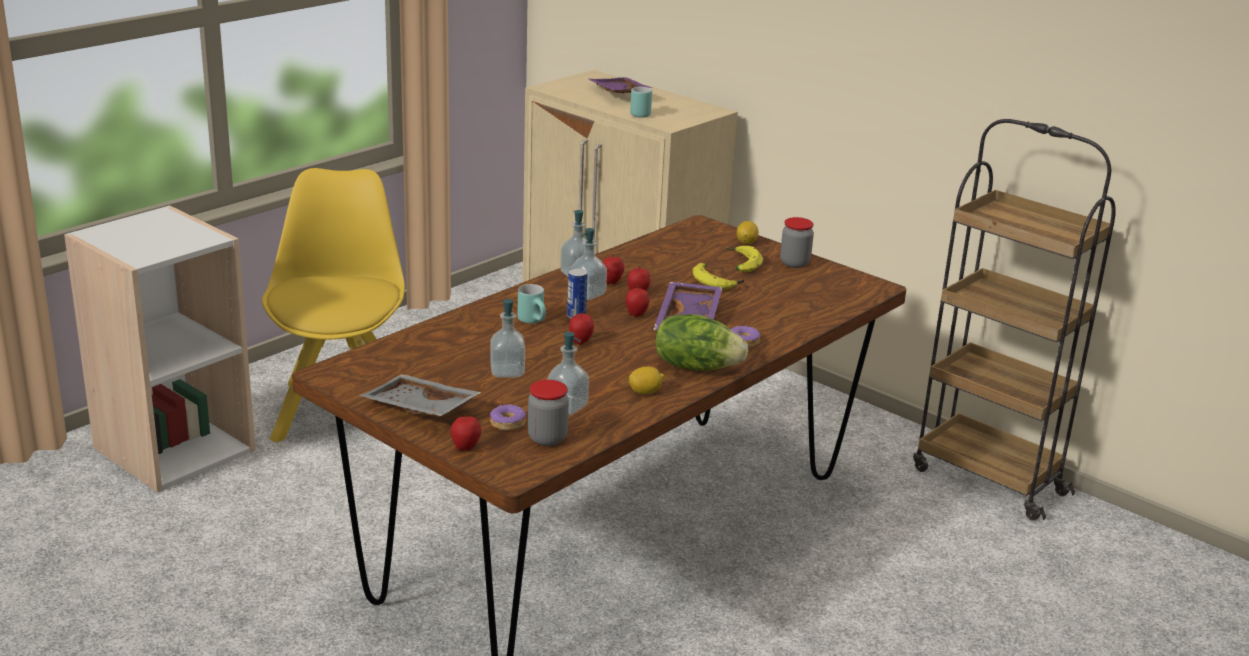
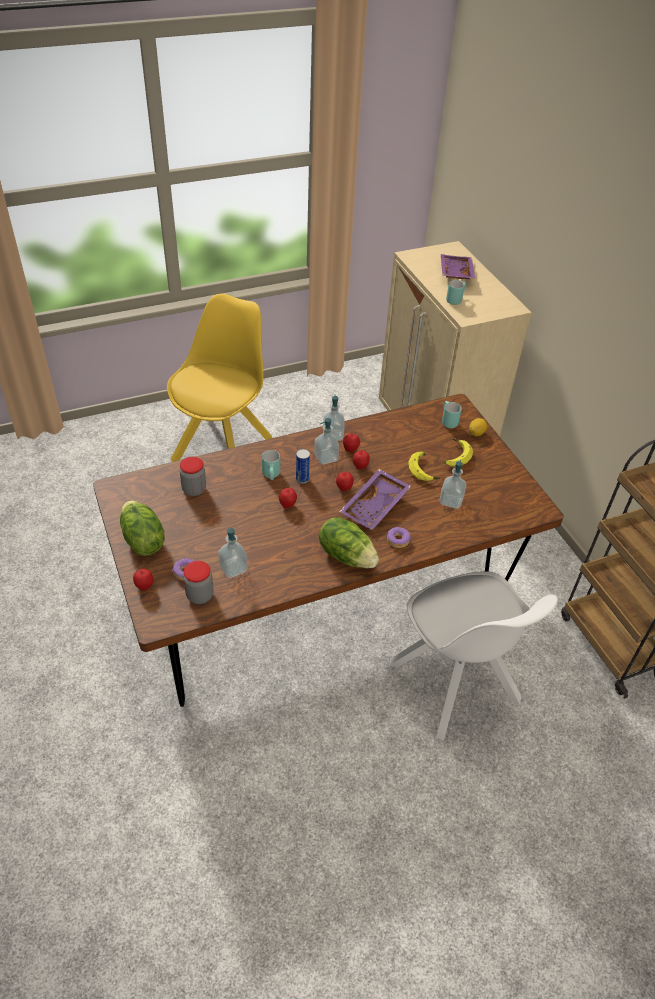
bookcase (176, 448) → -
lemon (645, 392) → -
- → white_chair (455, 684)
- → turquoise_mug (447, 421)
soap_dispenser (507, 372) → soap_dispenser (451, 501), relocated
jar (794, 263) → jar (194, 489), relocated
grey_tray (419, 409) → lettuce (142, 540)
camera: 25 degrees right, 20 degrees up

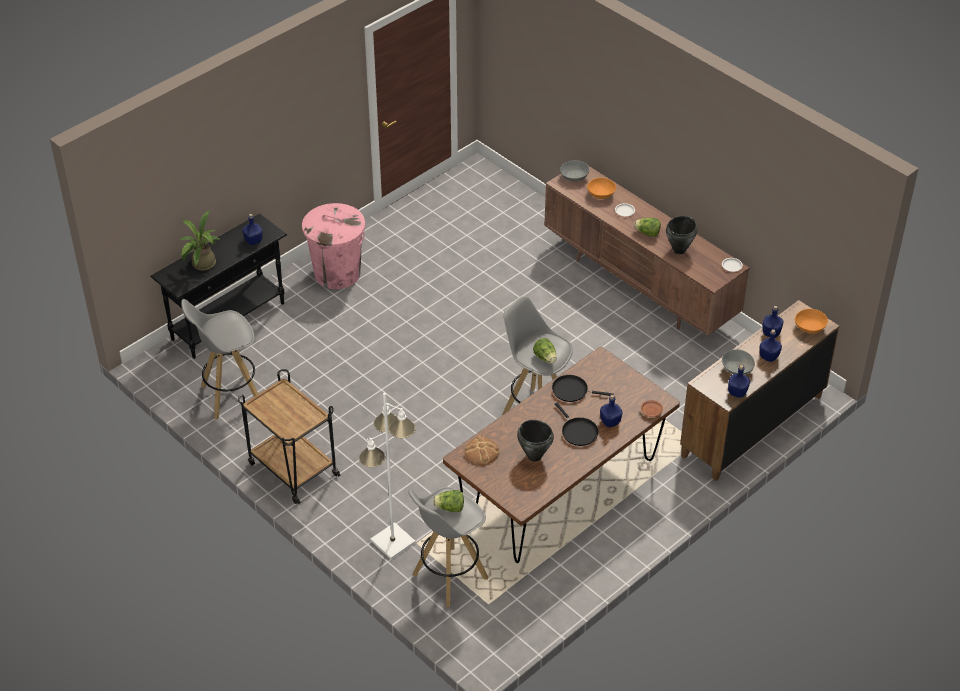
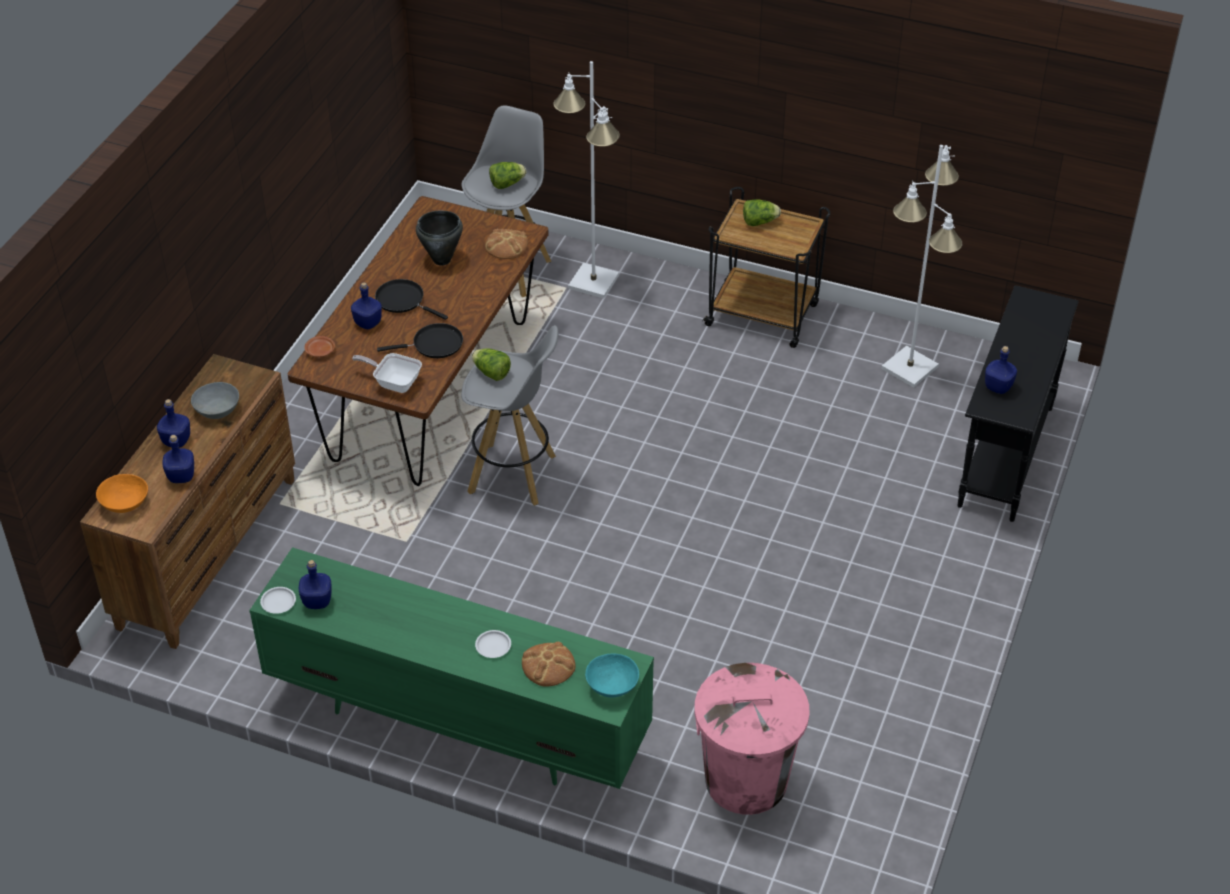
potted_plant (201, 265) → -
black_cooking_pot (679, 250) → -
- → frying_pan (394, 382)
pink_trash_can (337, 273) → pink_trash_can (746, 780), relocated
lettuce (647, 233) → lettuce (759, 222), relocated
blue_bottle (737, 392) → blue_bottle (318, 601), relocated
grey_stool (230, 395) → white_floor_lamp (910, 368)
orange_bowl (601, 194) → bread (548, 665)
brown_cabinet (640, 286) → green_cabinet (455, 725)
grey_bowl (574, 177) → turquoise_bowl (612, 686)
camera: 155 degrees right, 0 degrees up

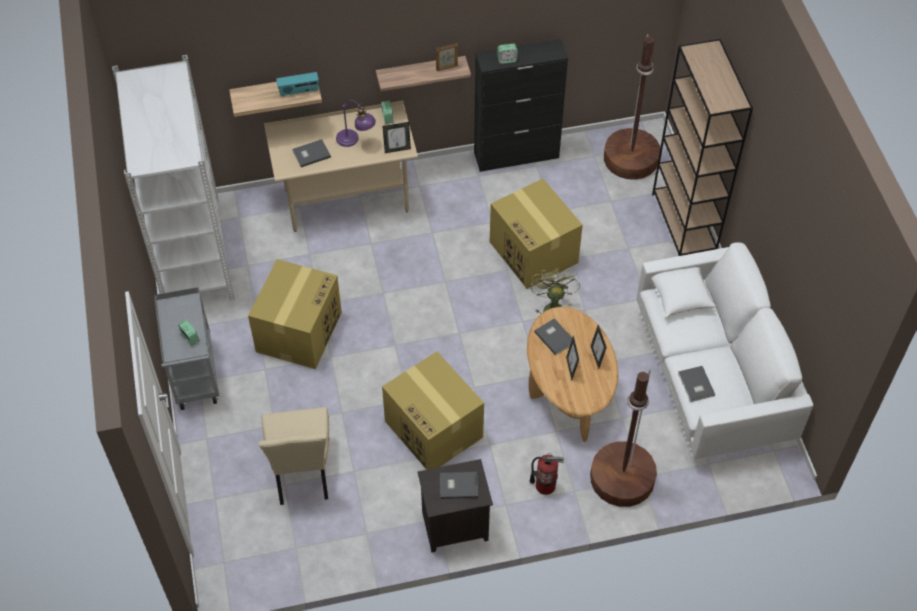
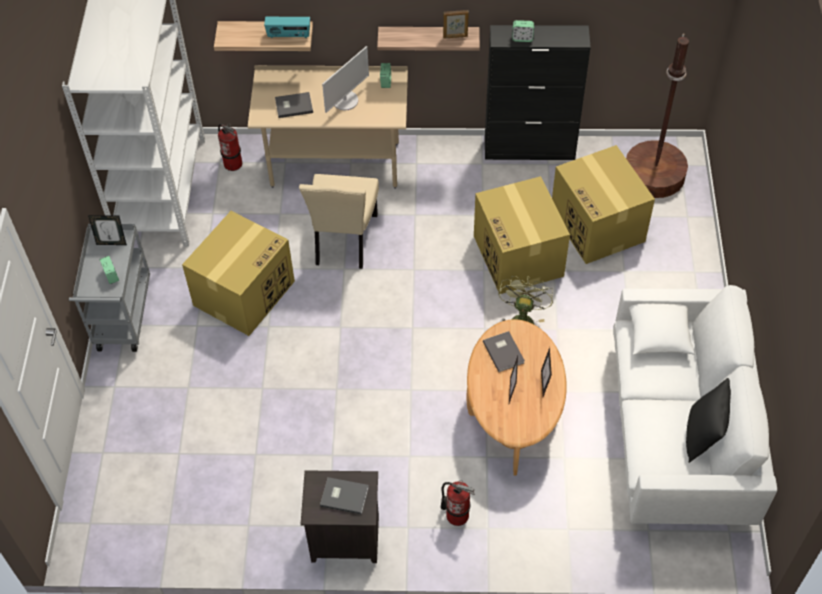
brown_floor_lamp (622, 478) → -
beige_bookcase (684, 224) → -
grey_book (695, 385) → -
- → fire_extinguisher (233, 163)
- → black_pillow (702, 435)
beige_chair (301, 468) → beige_chair (344, 237), relocated
picture_frame (397, 149) → picture_frame (111, 243), relocated
cardboard_box (434, 430) → cardboard_box (598, 226), relocated
purple_table_lamp (356, 141) → monitor (345, 100)
camera: 15 degrees right, 0 degrees up

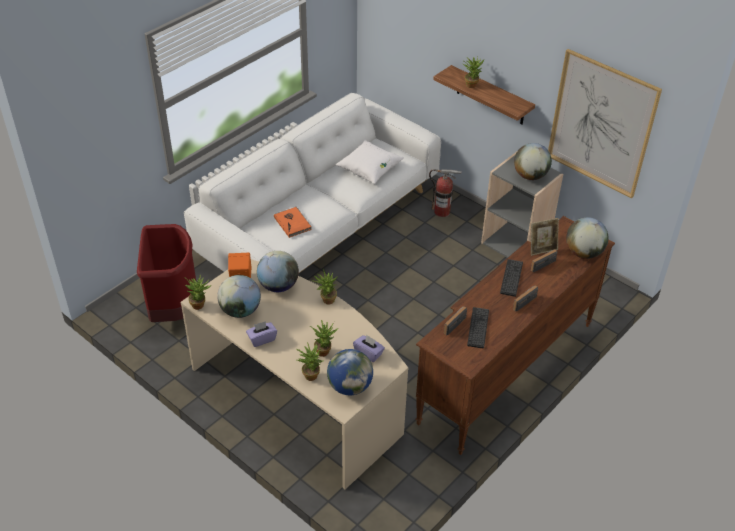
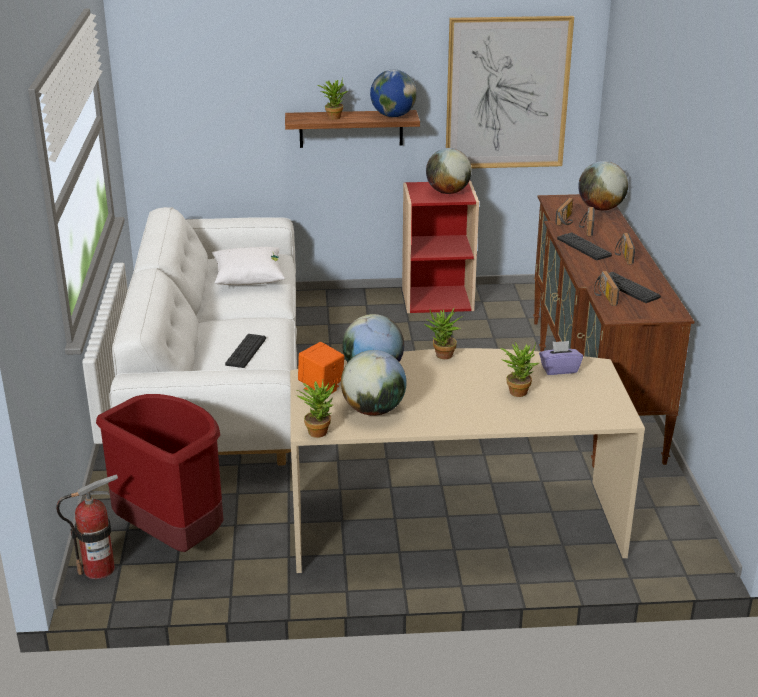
purple_tissue_box (262, 339) → -
potted_plant (310, 374) → -
globe (350, 386) → globe (393, 116), relocated
fire_extinguisher (442, 211) → fire_extinguisher (99, 569), relocated
orange_book (293, 223) → keyboard (246, 351)
picture_frame (542, 249) → radio (567, 220)
grey_bookcase (516, 244) → red_bookcase (438, 299)
camera: 45 degrees left, 15 degrees down

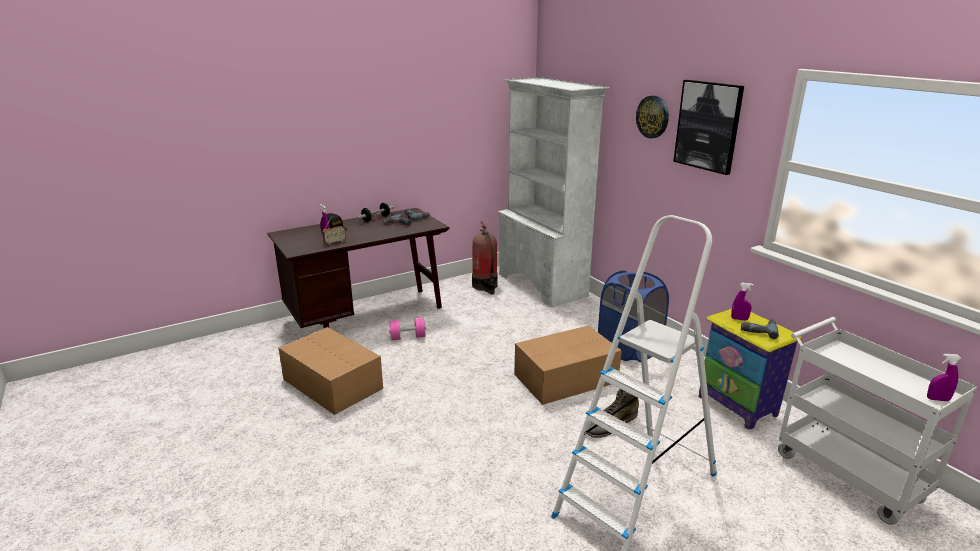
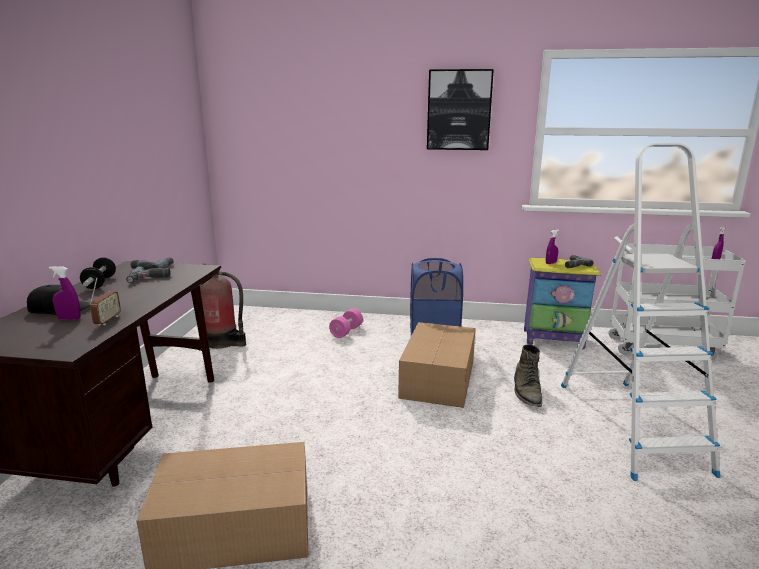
white_bookcase (542, 284) → -
wall_clock (652, 117) → -
pink_dumbbell (408, 337) → pink_dumbbell (346, 331), relocated
camera: 50 degrees left, 5 degrees down

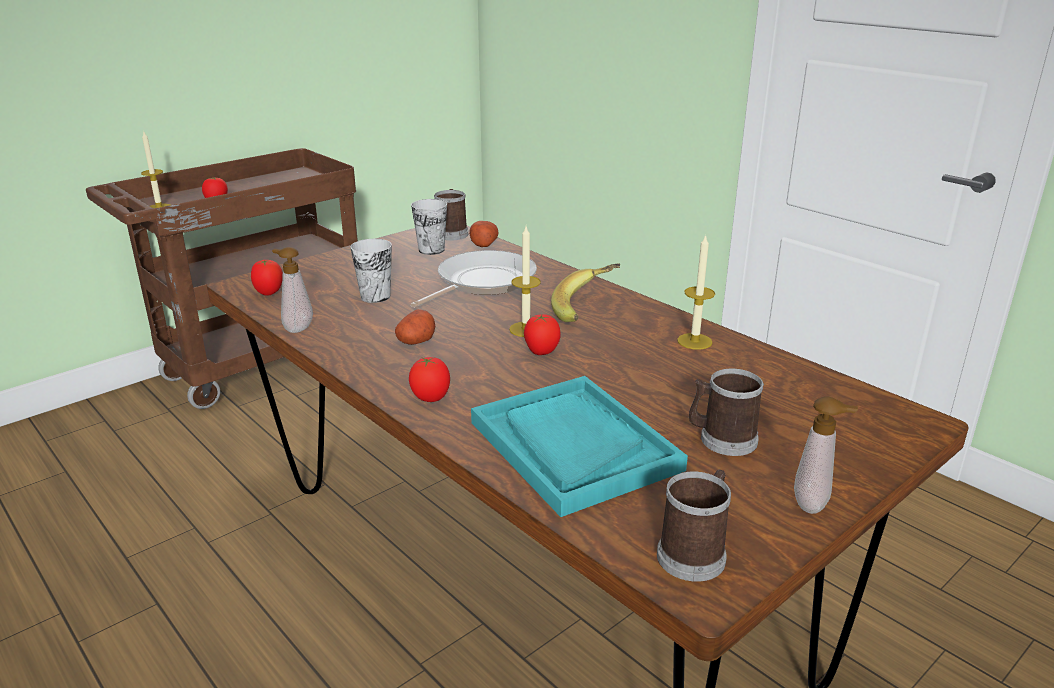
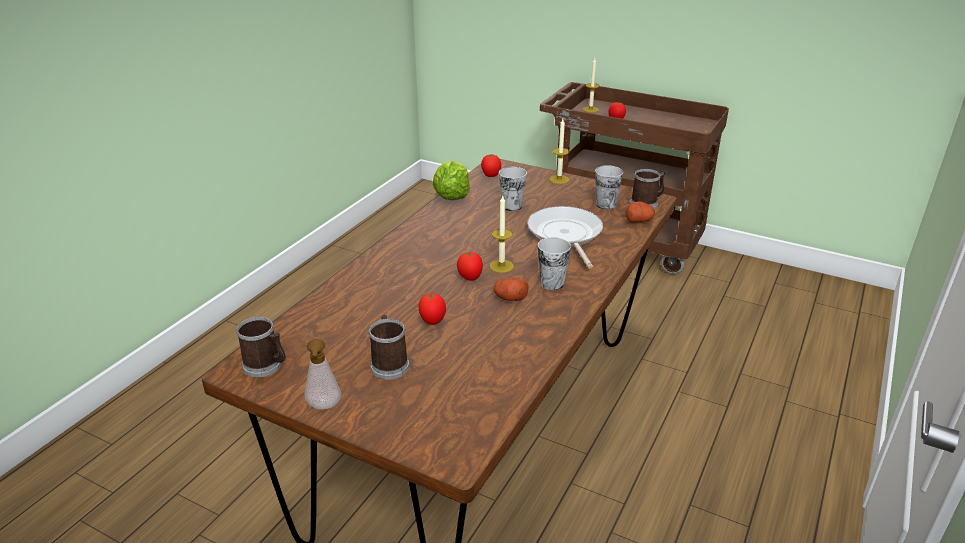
turquoise_tray (573, 445) → -
potato (416, 341) → potato (510, 298), relocated
tomato (430, 399) → tomato (432, 321), relocated
candle (694, 341) → candle (559, 179), relocated
soap_dispenser (296, 328) → lettuce (451, 196)
banana (587, 309) → cup (552, 283)
frying_pan (482, 282) → frying_pan (565, 235), 120 degrees counterclockwise
camera: 70 degrees right, 5 degrees up

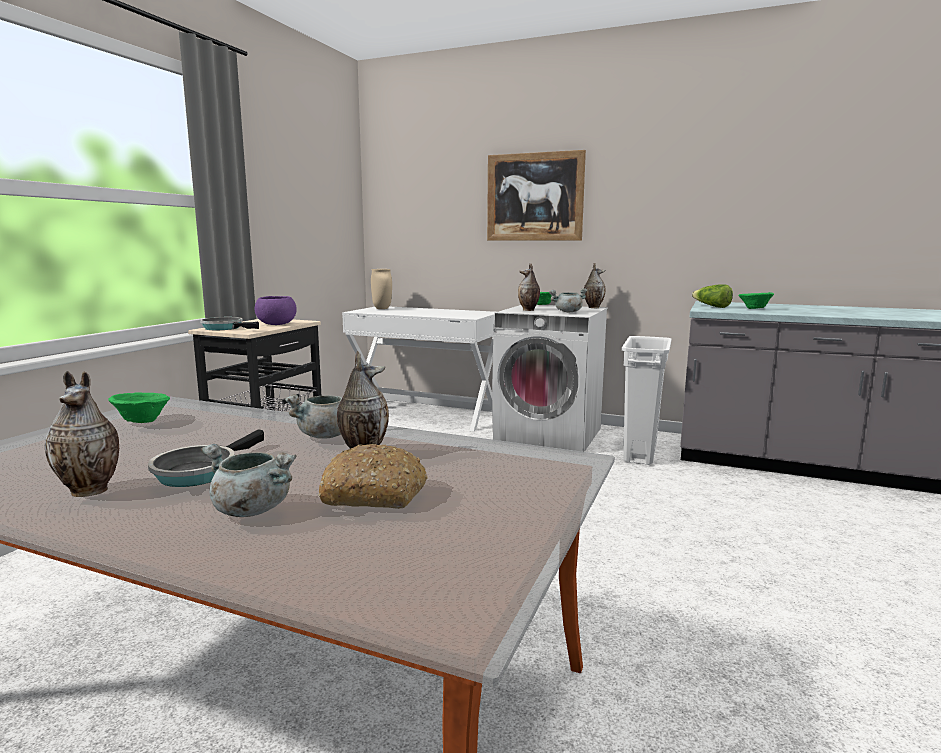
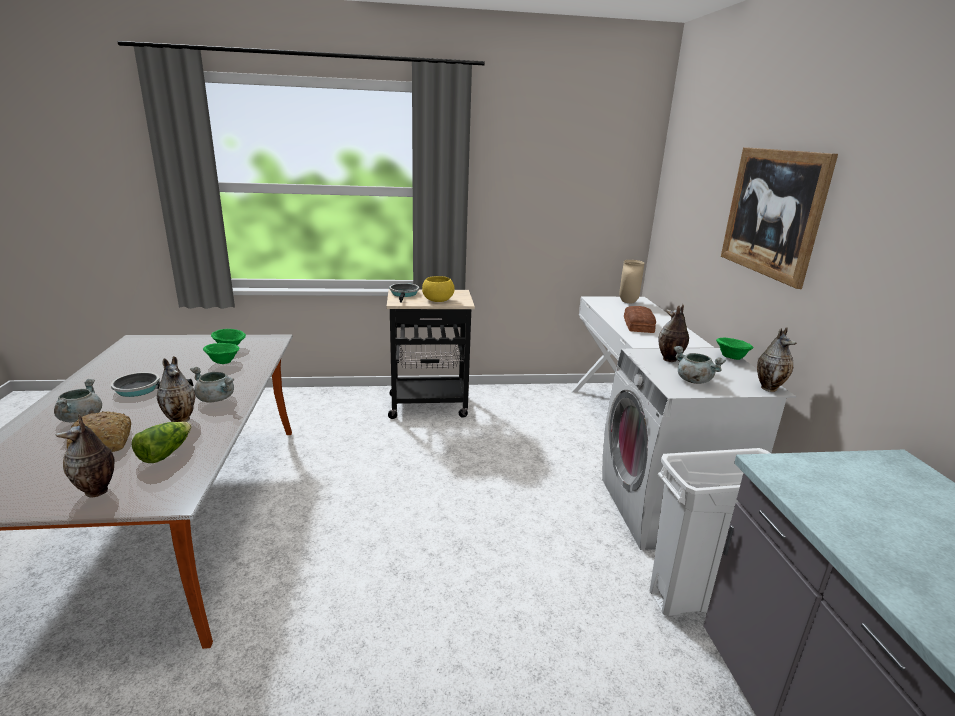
- → bread (639, 325)
vase (92, 490) → vase (97, 491), relocated
lettuce (712, 306) → lettuce (165, 453), relocated
green_bowl (754, 309) → green_bowl (222, 362), relocated
purple_bowl (276, 324) → yellow_bowl (438, 300)
camera: 60 degrees right, 10 degrees up

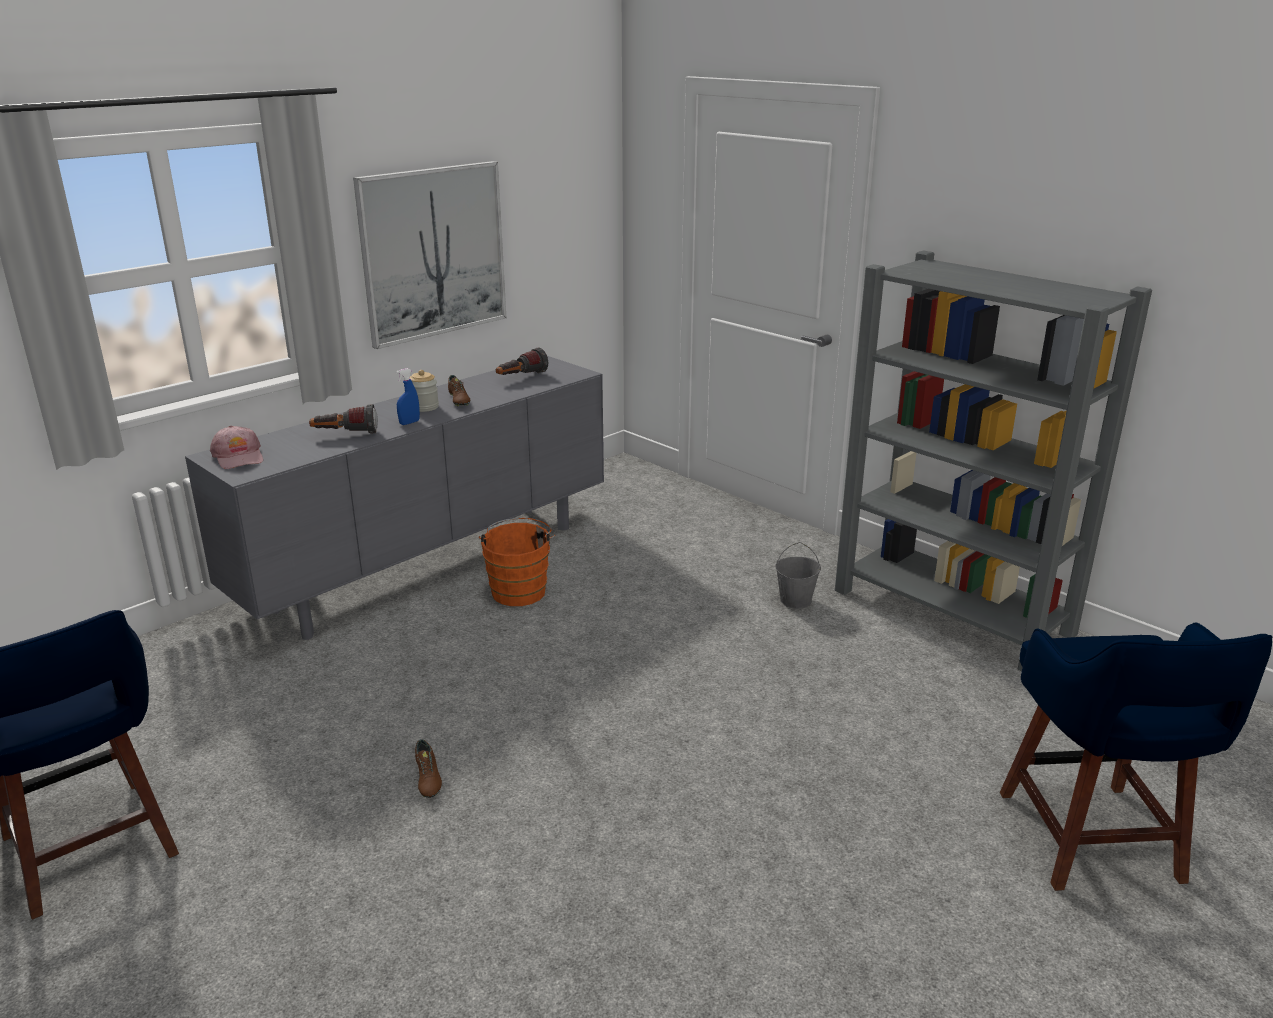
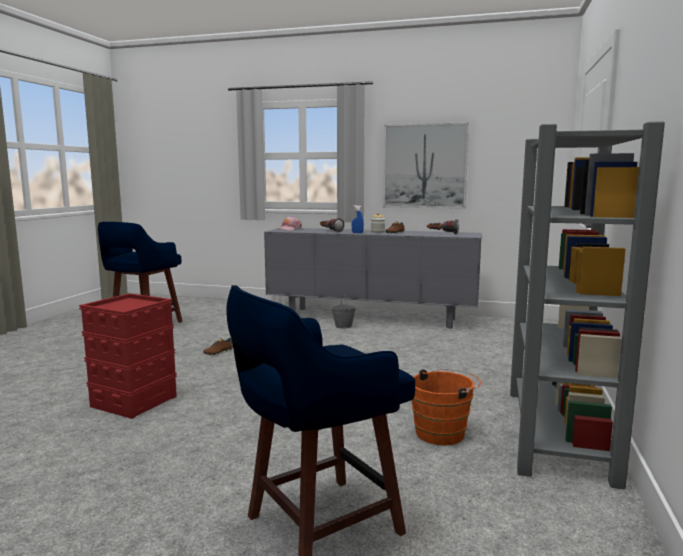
- → red_storage_box (134, 401)
orange_bucket (519, 590) → orange_bucket (443, 433), relocated
grey_bucket (795, 600) → grey_bucket (343, 326), relocated
camera: 60 degrees right, 15 degrees down

